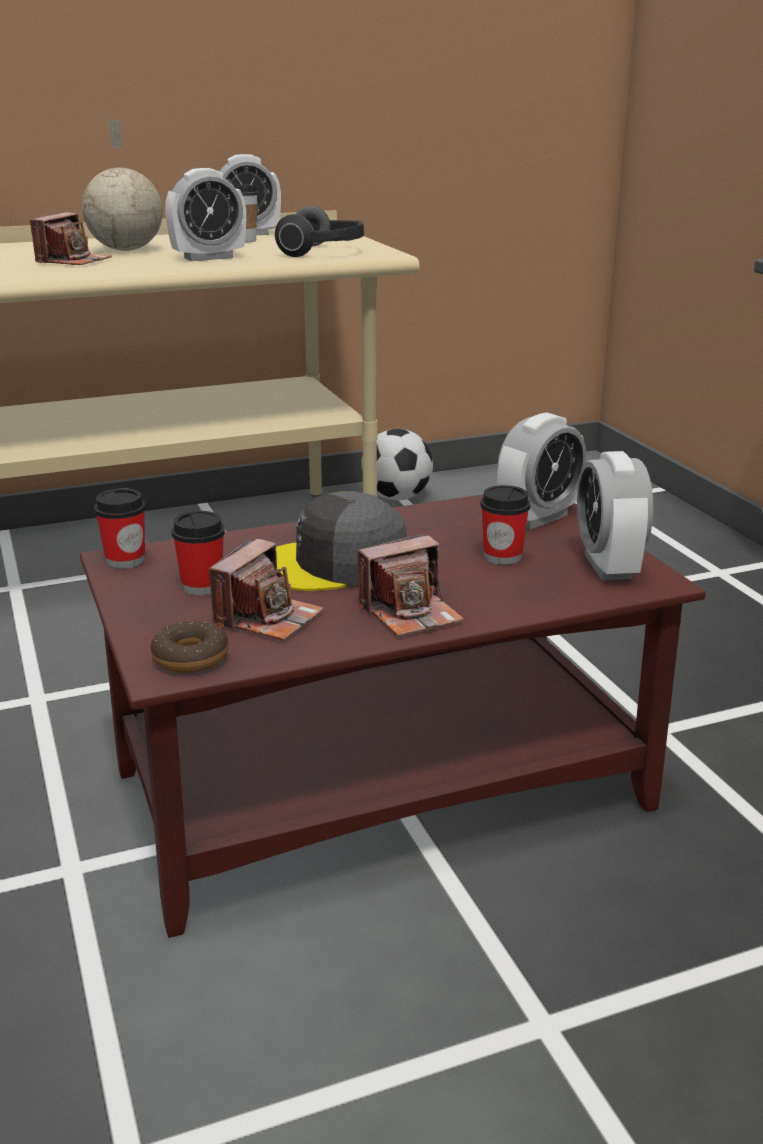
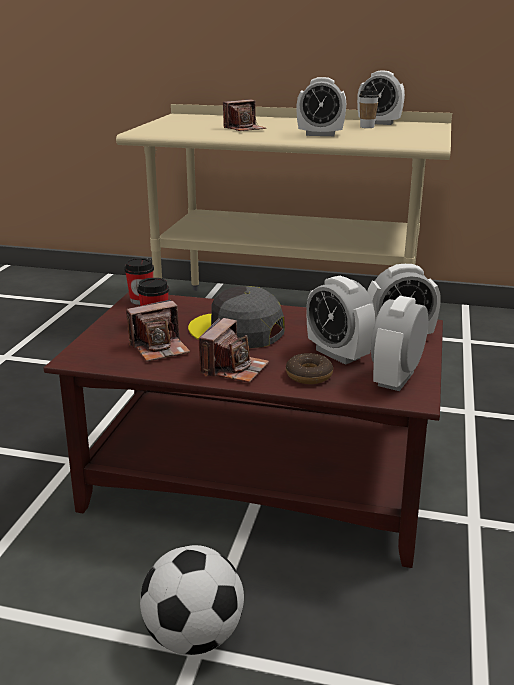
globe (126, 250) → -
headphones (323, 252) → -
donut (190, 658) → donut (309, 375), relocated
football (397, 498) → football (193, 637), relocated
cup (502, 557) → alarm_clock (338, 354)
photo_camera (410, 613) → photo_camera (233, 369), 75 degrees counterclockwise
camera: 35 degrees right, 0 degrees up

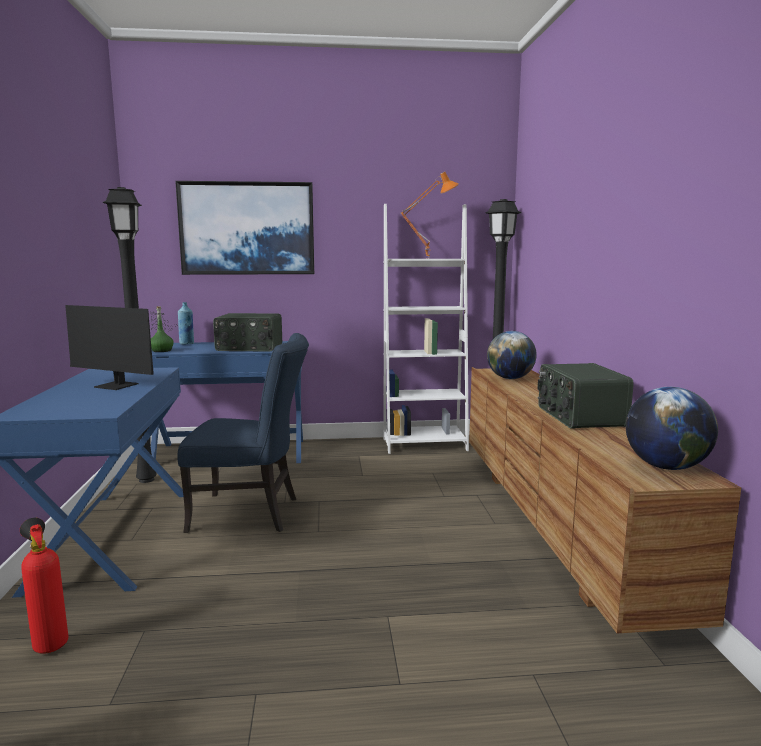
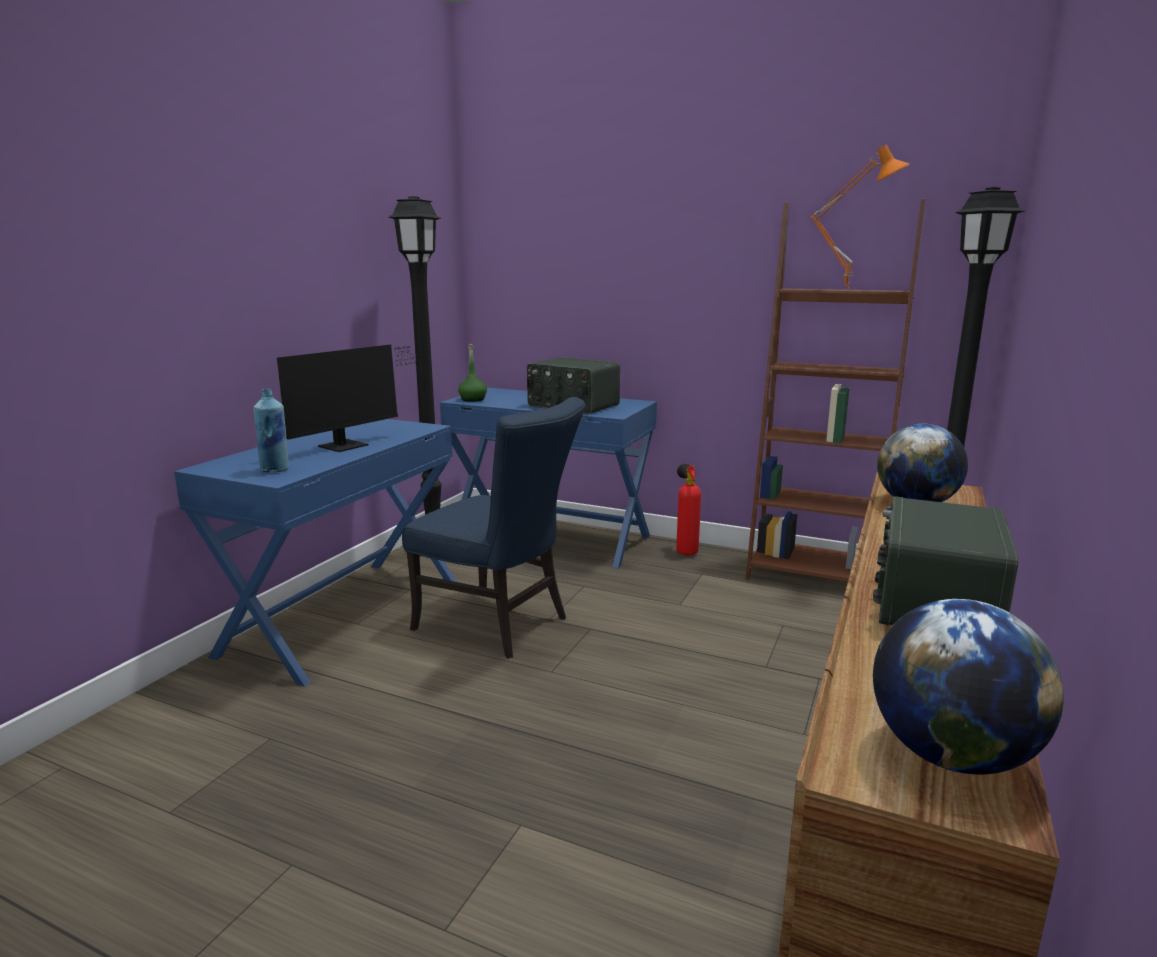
picture (247, 228) → -
fire_extinguisher (49, 643) → fire_extinguisher (685, 551), relocated
blue_bottle (187, 344) → blue_bottle (275, 470), relocated
white_bookcase (424, 444) → brown_bookcase (812, 576)
monitor (119, 386) → monitor (350, 445), 105 degrees counterclockwise
camera: 30 degrees right, 5 degrees up

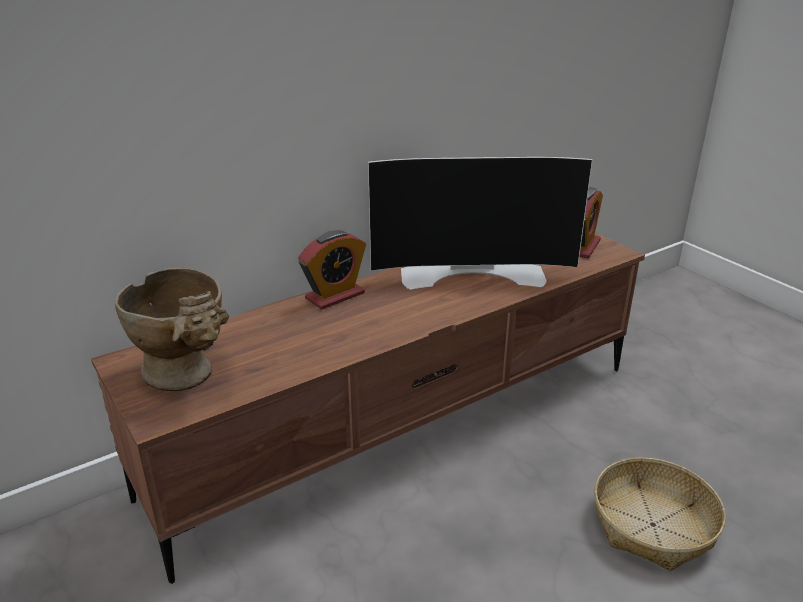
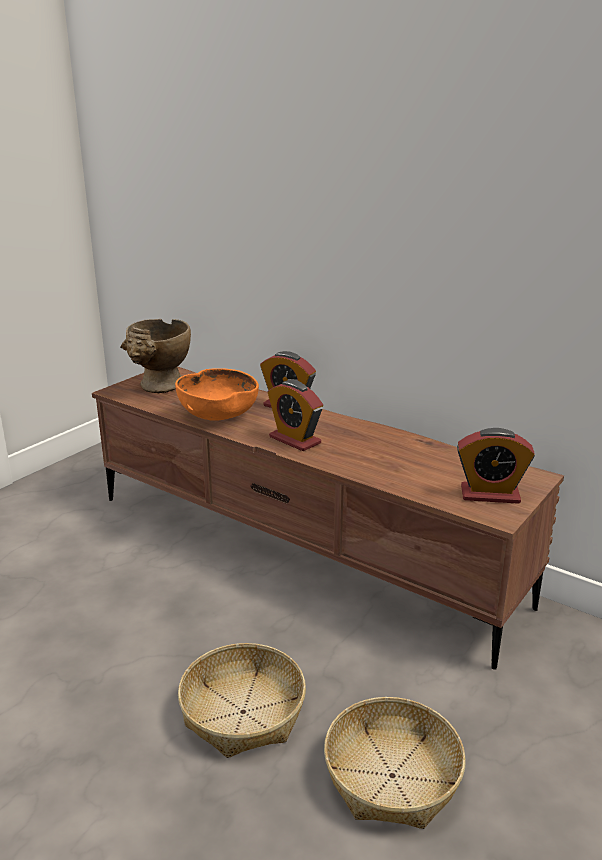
television (473, 272) → -
- → orange_bowl (218, 415)
- → alarm_clock (295, 440)
- → basket (392, 776)
camera: 70 degrees right, 5 degrees down

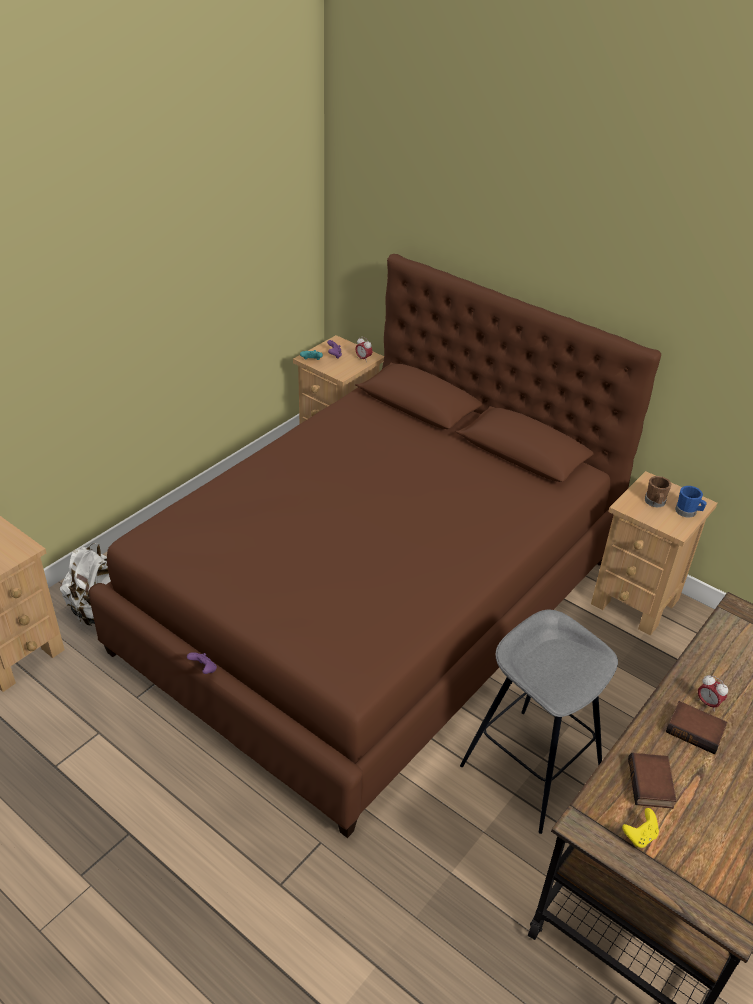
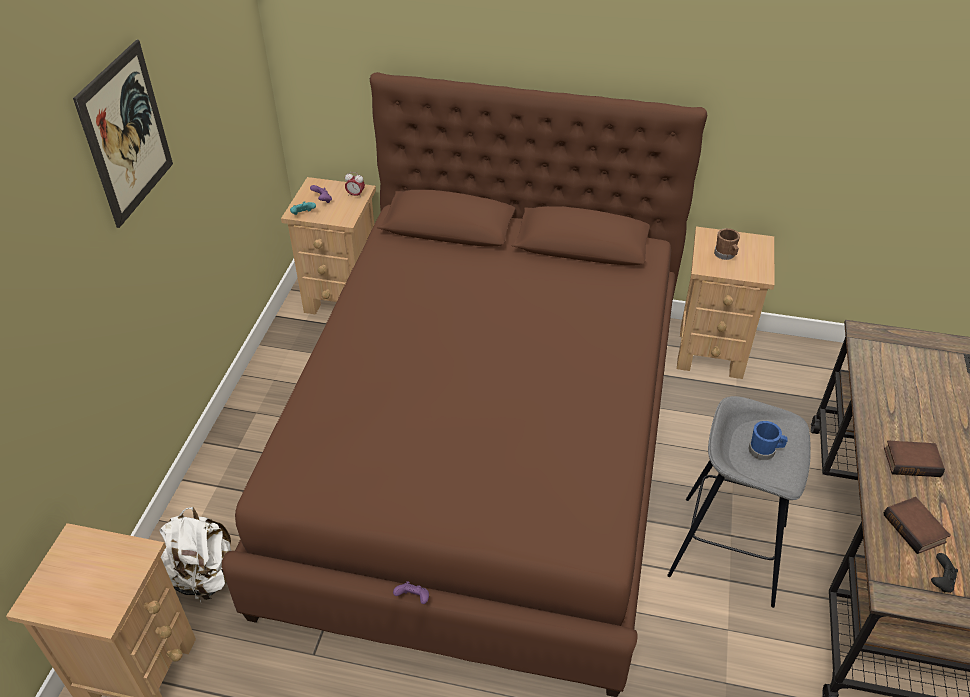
alarm_clock (707, 703) → -
- → picture (126, 134)
blue_mug (688, 512) → blue_mug (764, 451), relocated
yellow_game_controller (639, 836) → black_game_controller (940, 581)
camera: 25 degrees left, 5 degrees up

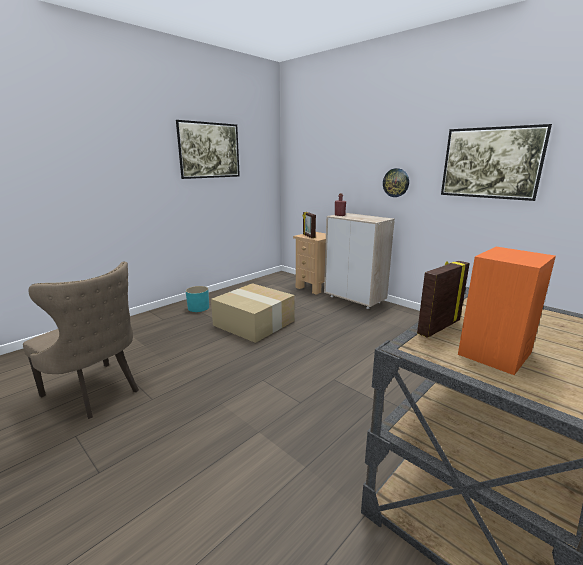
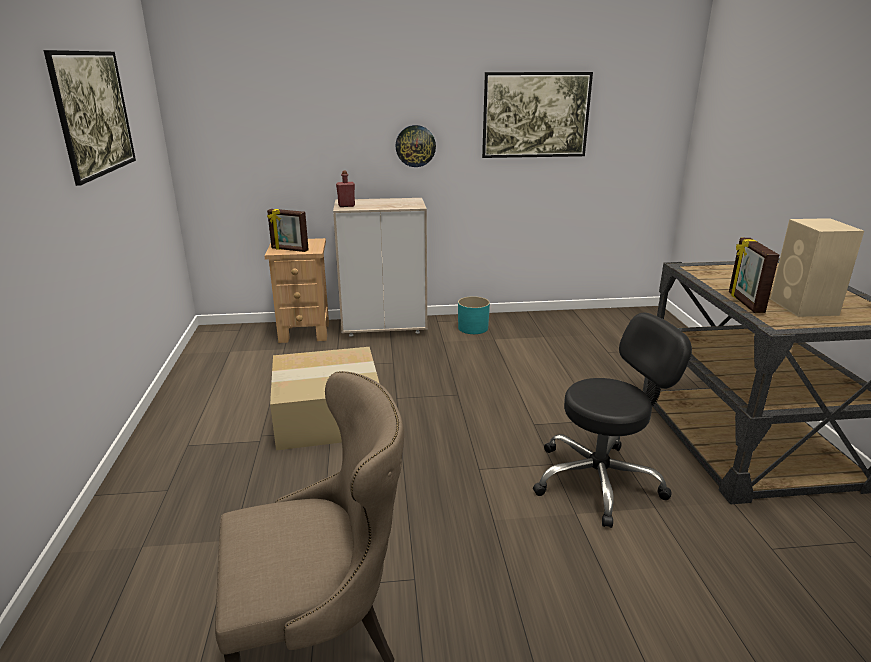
- → black_office_chair (602, 480)
turquoise_planter (198, 308) → turquoise_planter (473, 328), relocated
orange_speaker (494, 354) → beige_speaker (804, 307)
camera: 50 degrees left, 5 degrees up

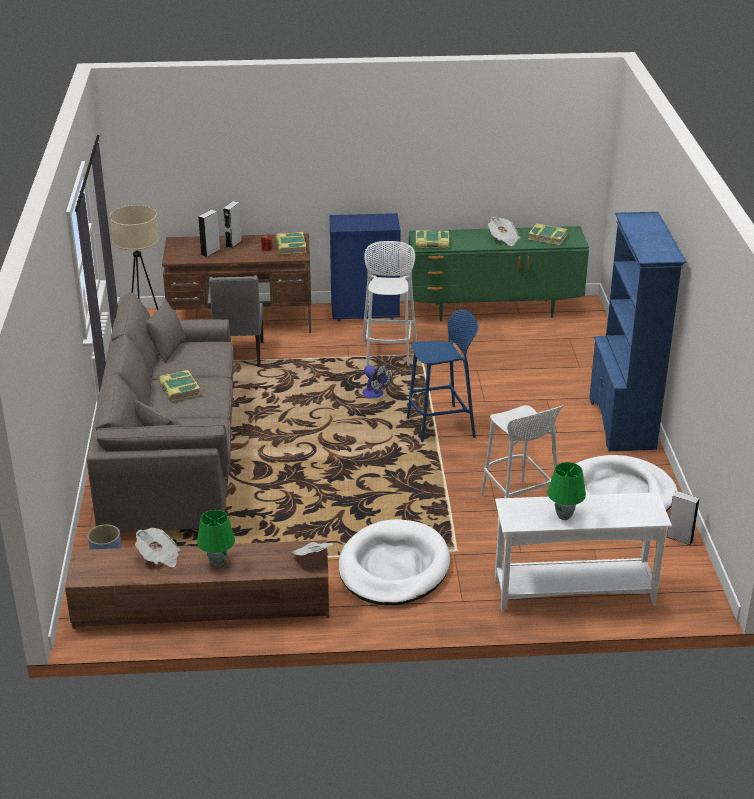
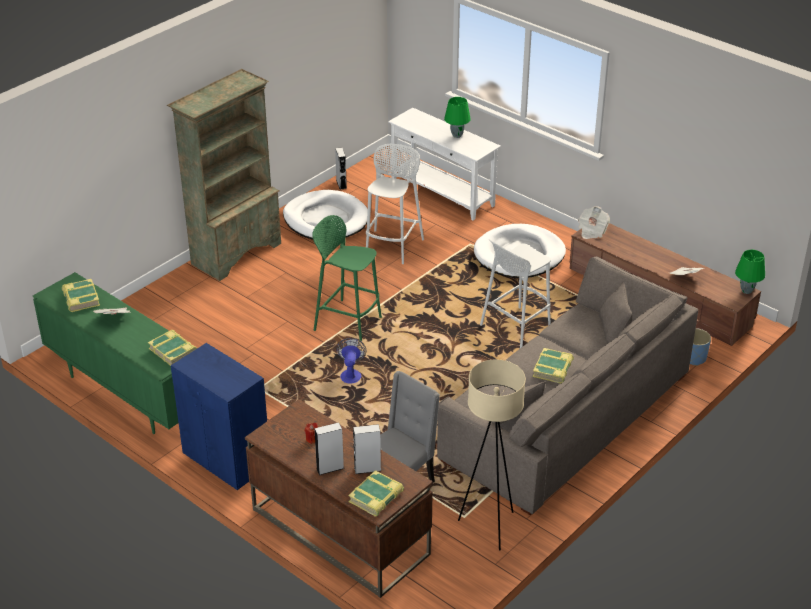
green_table_lamp (217, 562) → green_table_lamp (746, 291), relocated
book (290, 247) → book (376, 497), relocated
white_stool (388, 352) → white_stool (516, 328), relocated
blue_stool (441, 425) → green_stool (347, 321)
blue_bookcase (623, 423) → green_bookcase (236, 253)
camera: 135 degrees left, 5 degrees up

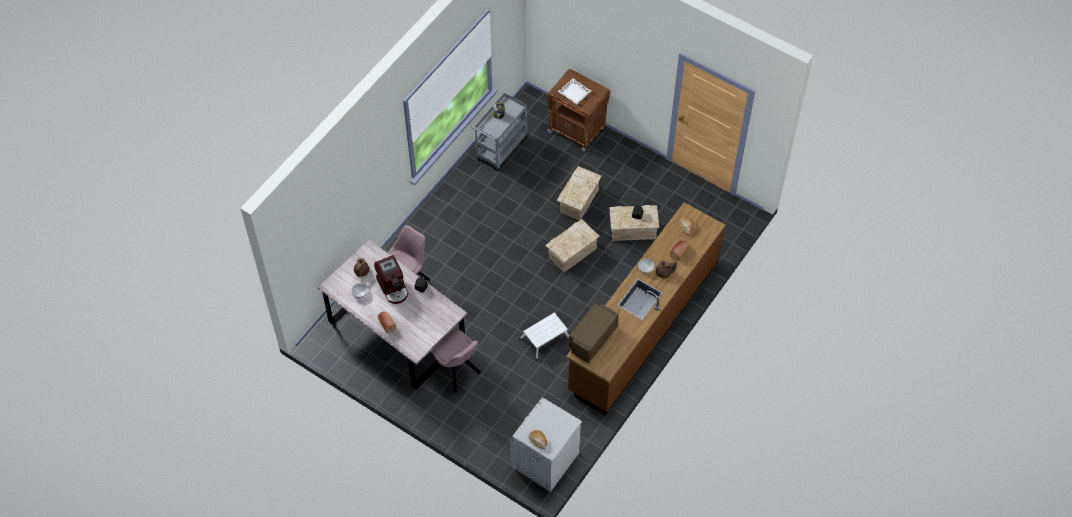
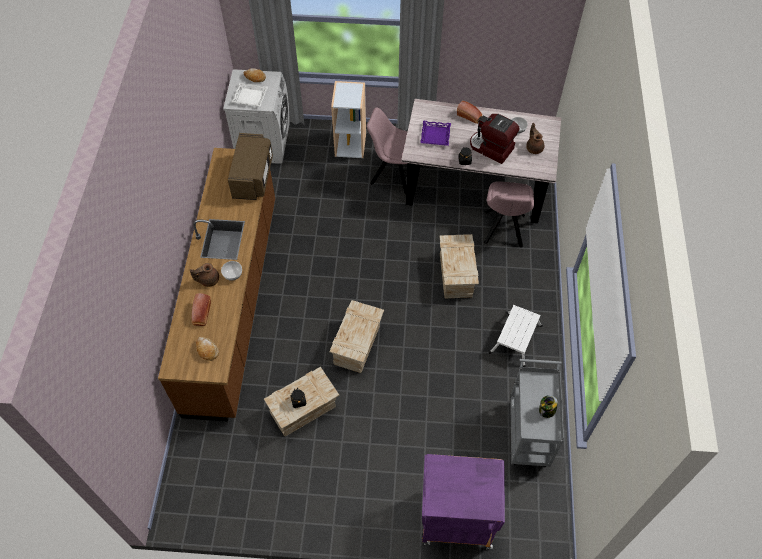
- → bookcase (351, 144)
- → purple_tray (435, 135)
white_step_ladder (545, 339) → white_step_ladder (516, 338), relocated
crate (579, 201) → crate (456, 275), relocated
white_tray (574, 93) → white_tray (250, 97), relocated
brown_cart (577, 130) → purple_cart (455, 518)
camera: 150 degrees right, 0 degrees up

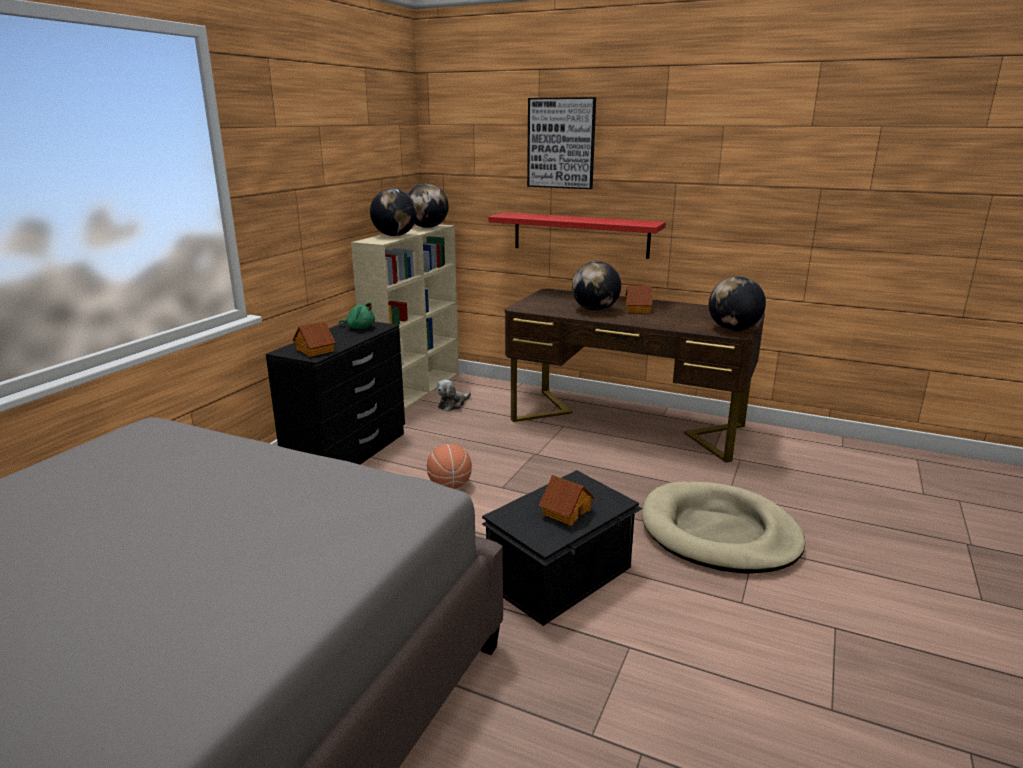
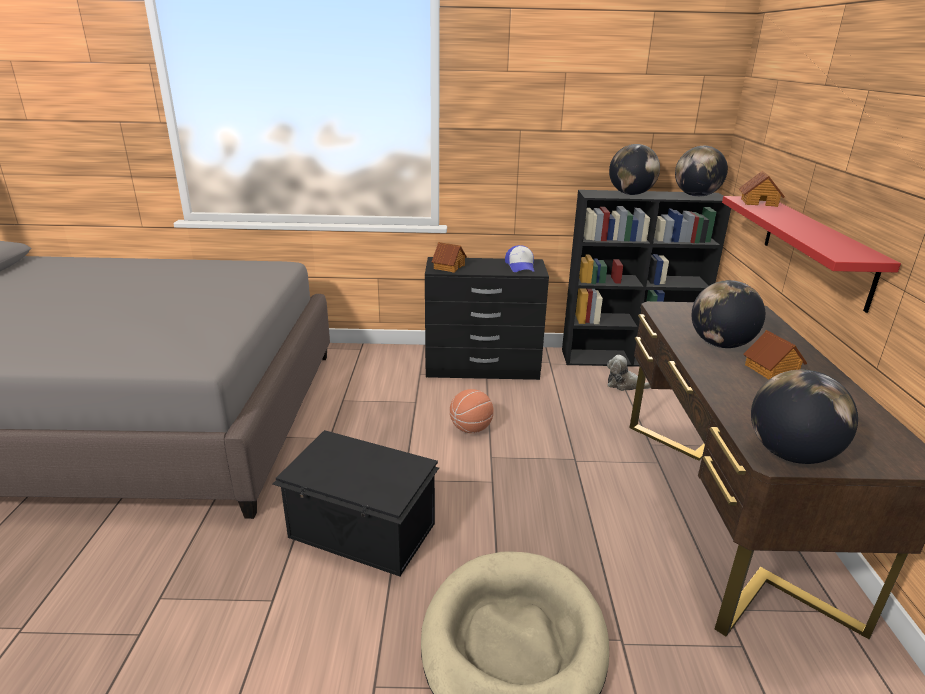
picture (561, 143) → -
toy_house (566, 511) → toy_house (759, 202), relocated
green_plush_toy (359, 328) → cap (520, 266)
beige_bookcase (415, 390) → black_bookcase (629, 358)
camera: 65 degrees right, 5 degrees up

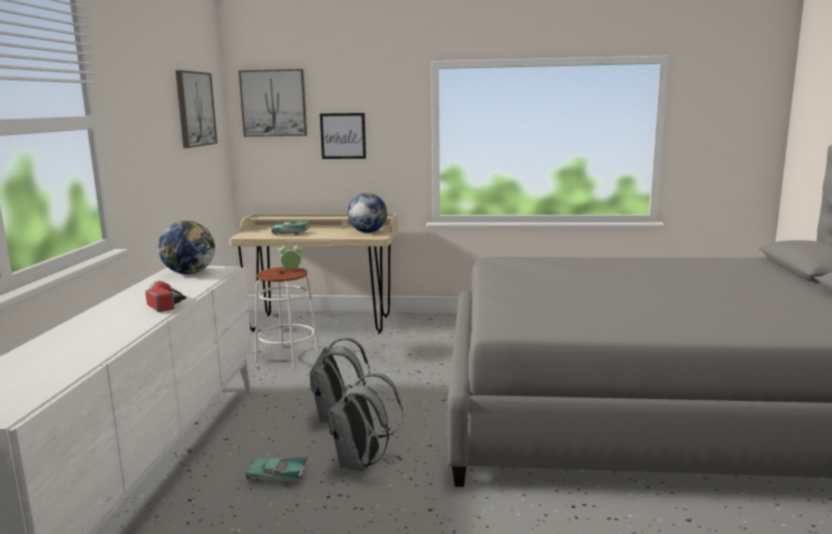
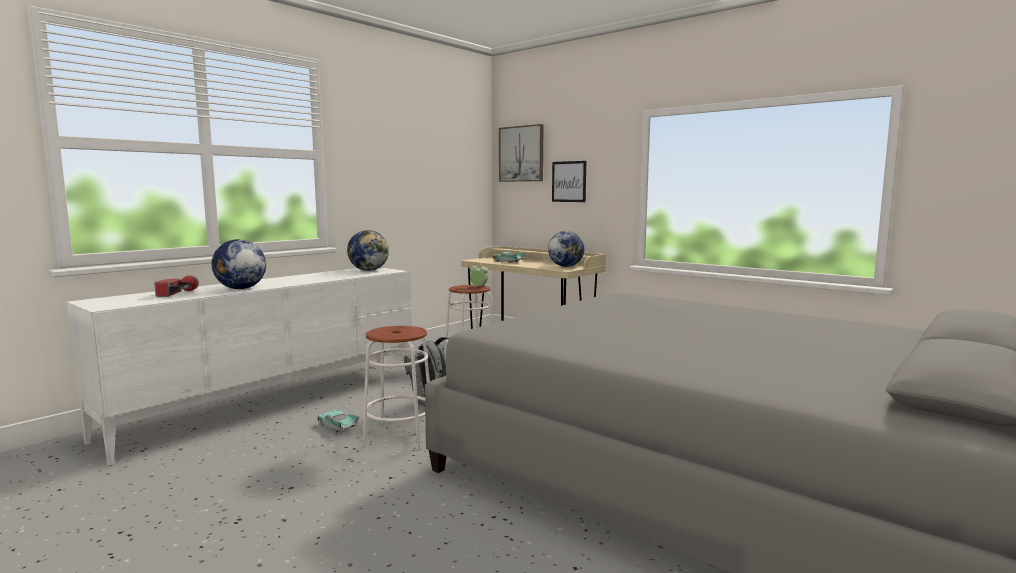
picture (195, 109) → -
- → globe (240, 289)
flashlight (164, 304) → flashlight (178, 293), relocated
grey_backpack (362, 463) → white_stool (399, 436)
camera: 35 degrees right, 5 degrees down

